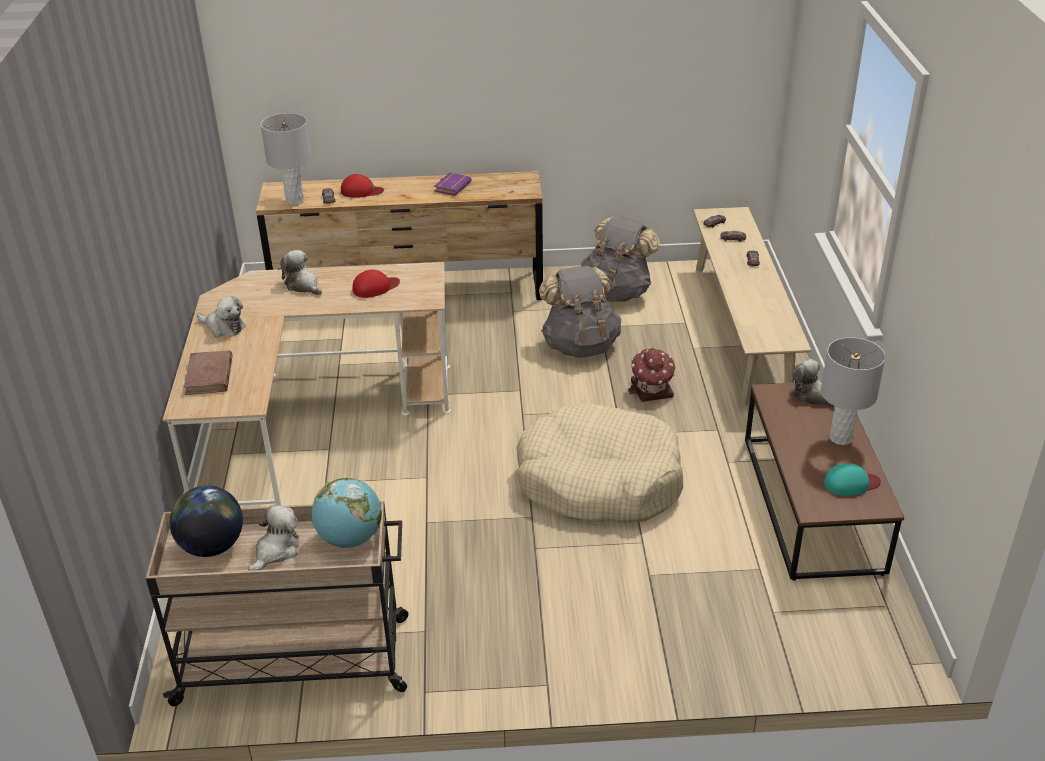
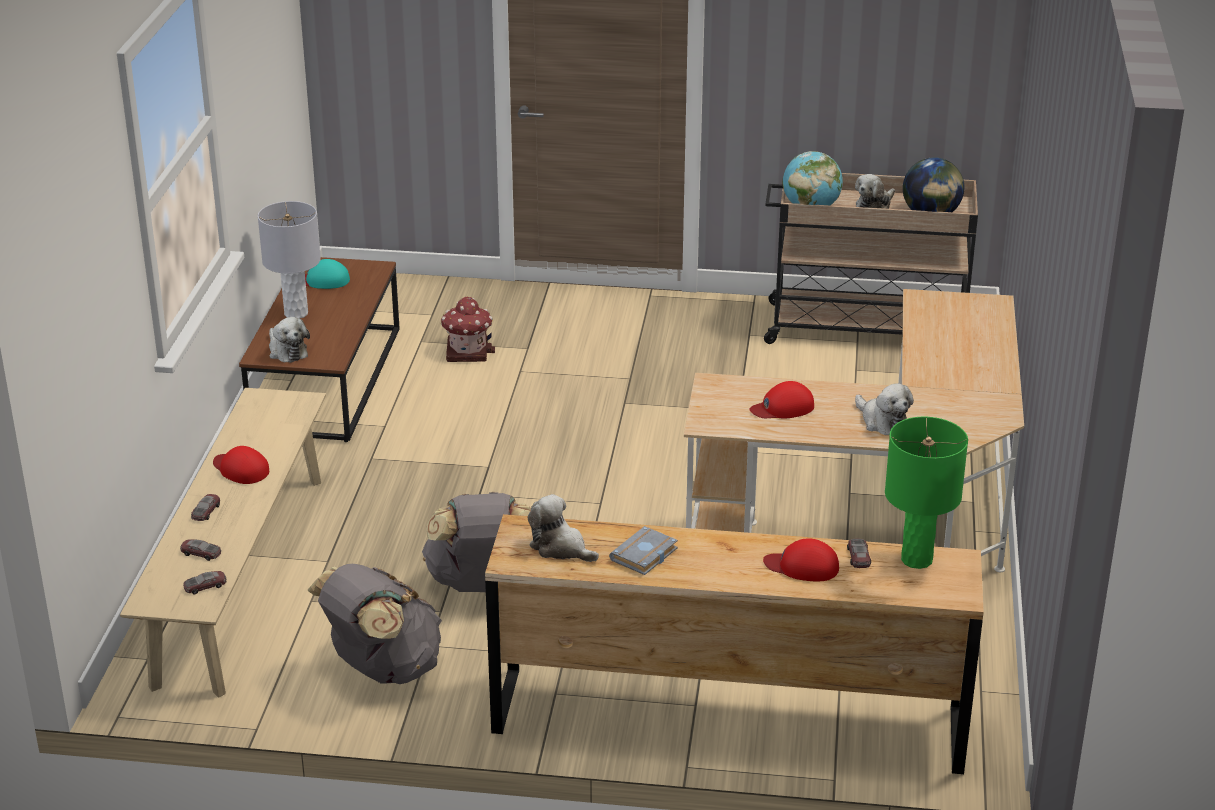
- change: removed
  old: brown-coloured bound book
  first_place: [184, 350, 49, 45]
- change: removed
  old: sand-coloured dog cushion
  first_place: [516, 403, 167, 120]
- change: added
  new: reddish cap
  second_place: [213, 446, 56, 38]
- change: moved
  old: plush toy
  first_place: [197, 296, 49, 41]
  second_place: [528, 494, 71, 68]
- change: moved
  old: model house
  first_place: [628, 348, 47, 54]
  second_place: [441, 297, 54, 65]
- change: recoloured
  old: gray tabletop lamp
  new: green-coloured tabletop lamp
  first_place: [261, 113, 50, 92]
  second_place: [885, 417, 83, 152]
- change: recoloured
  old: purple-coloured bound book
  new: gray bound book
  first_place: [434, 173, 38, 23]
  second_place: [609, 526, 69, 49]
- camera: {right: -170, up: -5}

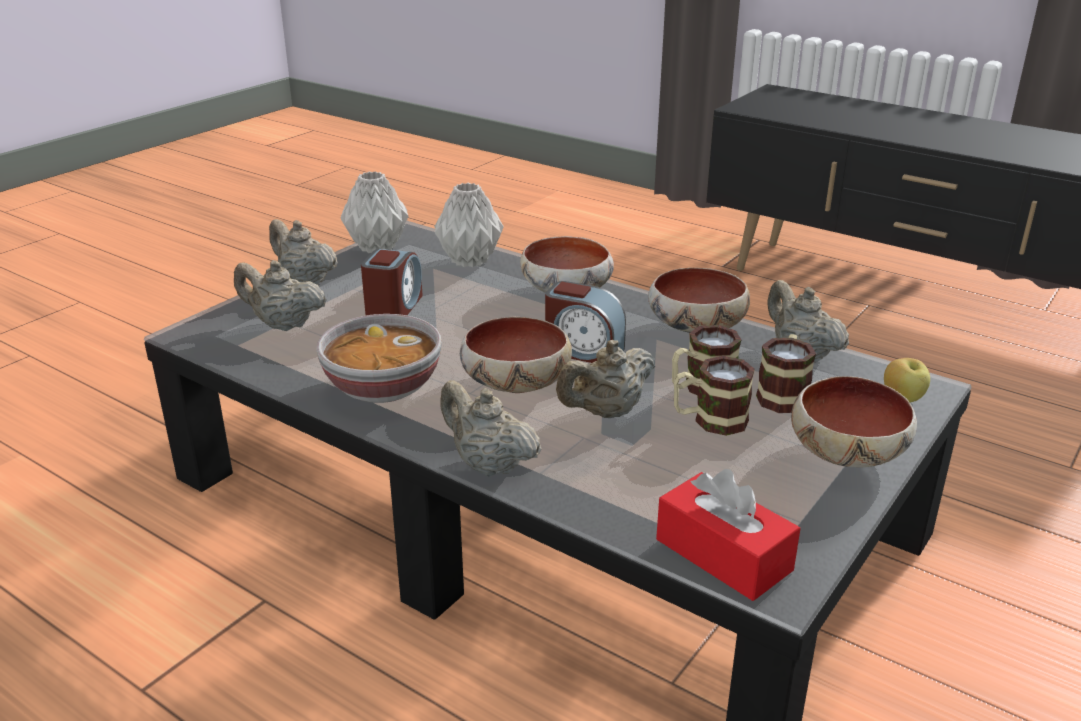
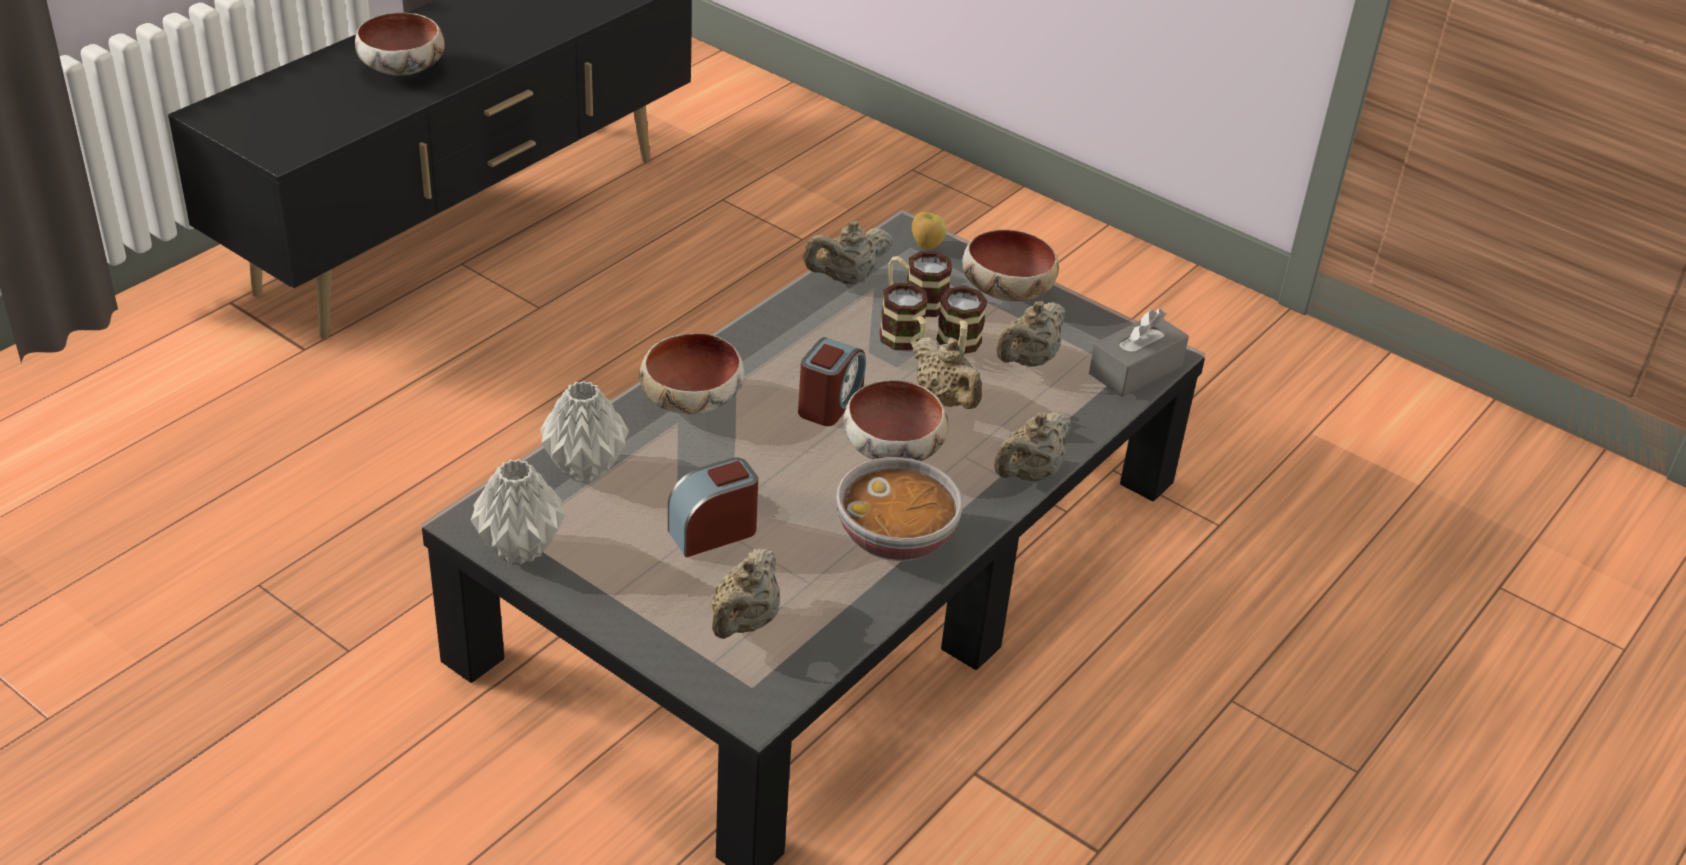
- change: moved
  old: sand-coloured teapot
  first_place: [269, 219, 69, 65]
  second_place: [996, 301, 69, 66]
- change: moved
  old: deep dish
  first_place: [648, 268, 102, 65]
  second_place: [355, 12, 90, 64]
- change: recoloured
  old: reddish tissue box
  new: gray tissue box
  first_place: [656, 469, 144, 132]
  second_place: [1089, 309, 100, 88]
- change: turned
  old: alarm clock
  first_place: [361, 249, 62, 66]
  second_place: [668, 457, 90, 100]
  degrees: -45
- camera: {right: -90, up: 10}

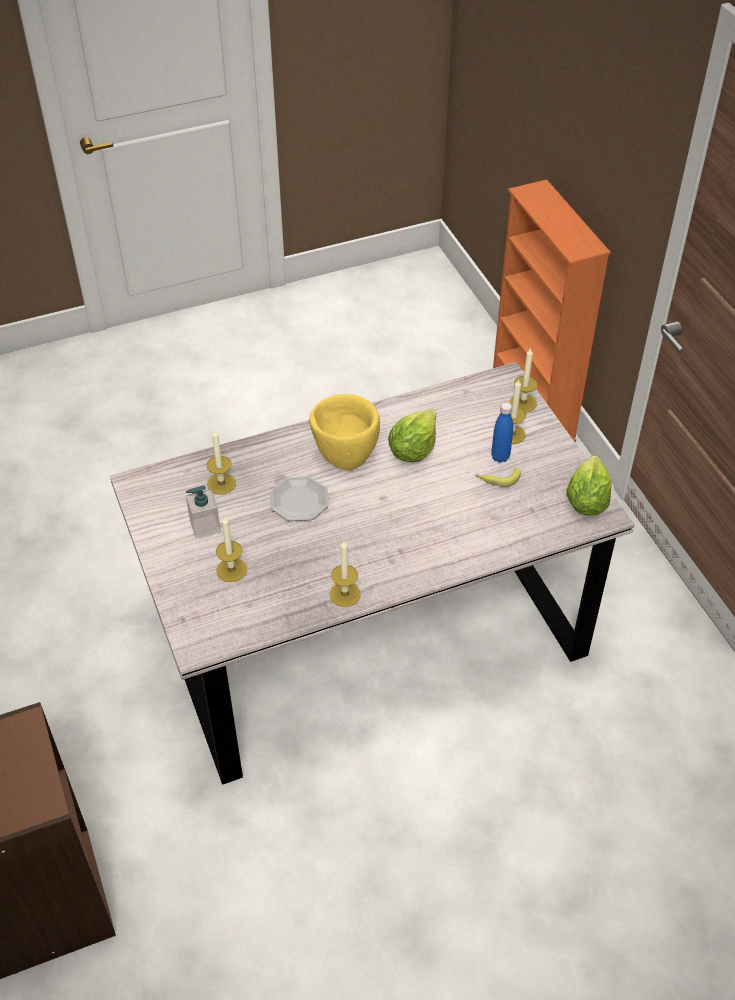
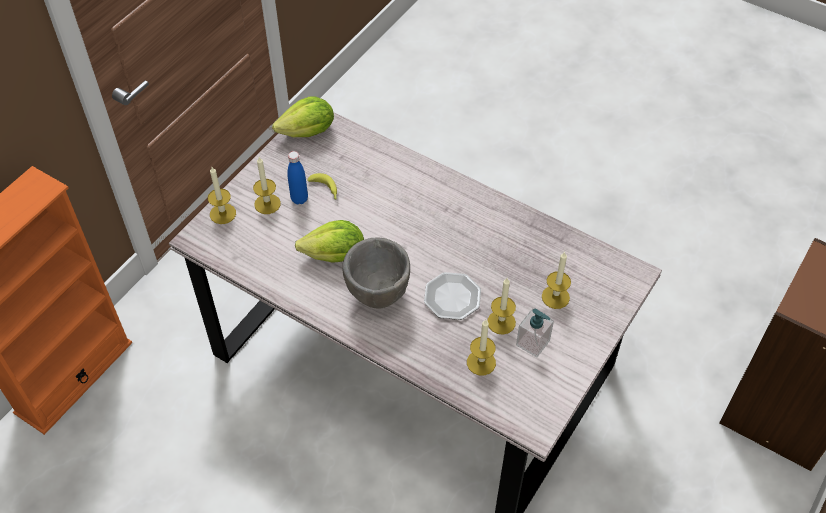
- change: moved
  old: wax candle
  first_place: [330, 541, 30, 66]
  second_place: [487, 278, 29, 57]
- change: recoloured
  old: yellow-coloured deep dish
  new: gray deep dish
  first_place: [309, 394, 71, 76]
  second_place: [342, 237, 68, 71]
- camera: {right: -125, up: 5}

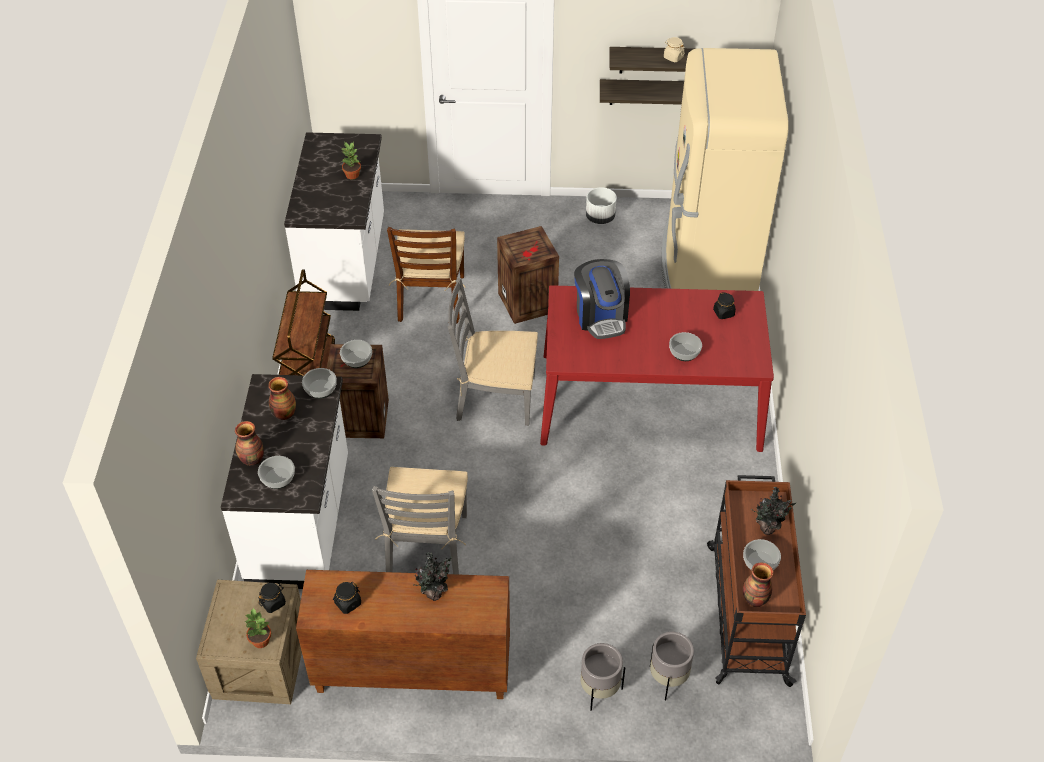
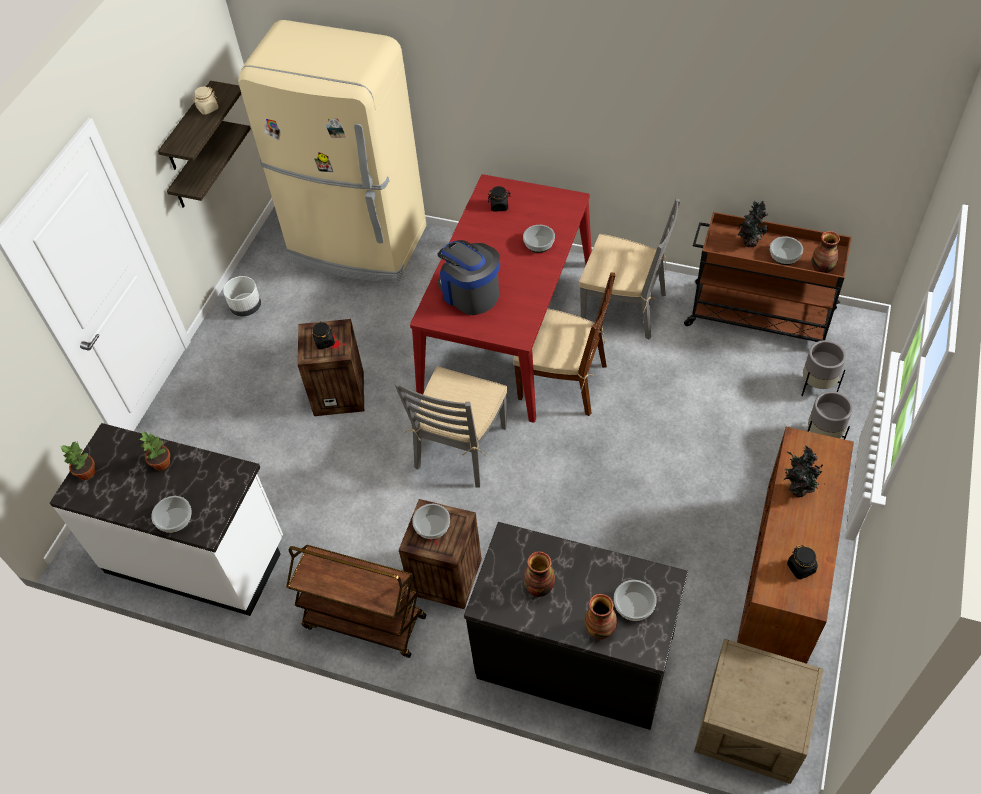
- change: moved
  old: plant in a pot
  first_place: [245, 608, 26, 40]
  second_place: [60, 442, 35, 38]
- change: moved
  old: blackish jar
  first_place: [258, 583, 28, 30]
  second_place: [313, 322, 22, 28]
- change: moved
  old: deep dish
  first_place: [302, 368, 35, 31]
  second_place: [151, 496, 41, 37]
- change: moved
  old: gray upright chair
  first_place: [372, 467, 96, 108]
  second_place: [579, 199, 101, 141]
- change: moved
  old: brown-coloured upright chair
  first_place: [387, 227, 79, 97]
  second_place: [513, 273, 102, 143]
- change: recoloured
  old: white-coloured kitchen base unit
  new: blackish kitchen base unit
  first_place: [221, 374, 127, 215]
  second_place: [464, 522, 224, 208]
- change: turned
  old: coffee maker
  first_place: [574, 259, 56, 80]
  second_place: [437, 240, 63, 75]
  degrees: -135
- camera: {right: -70, up: 5}

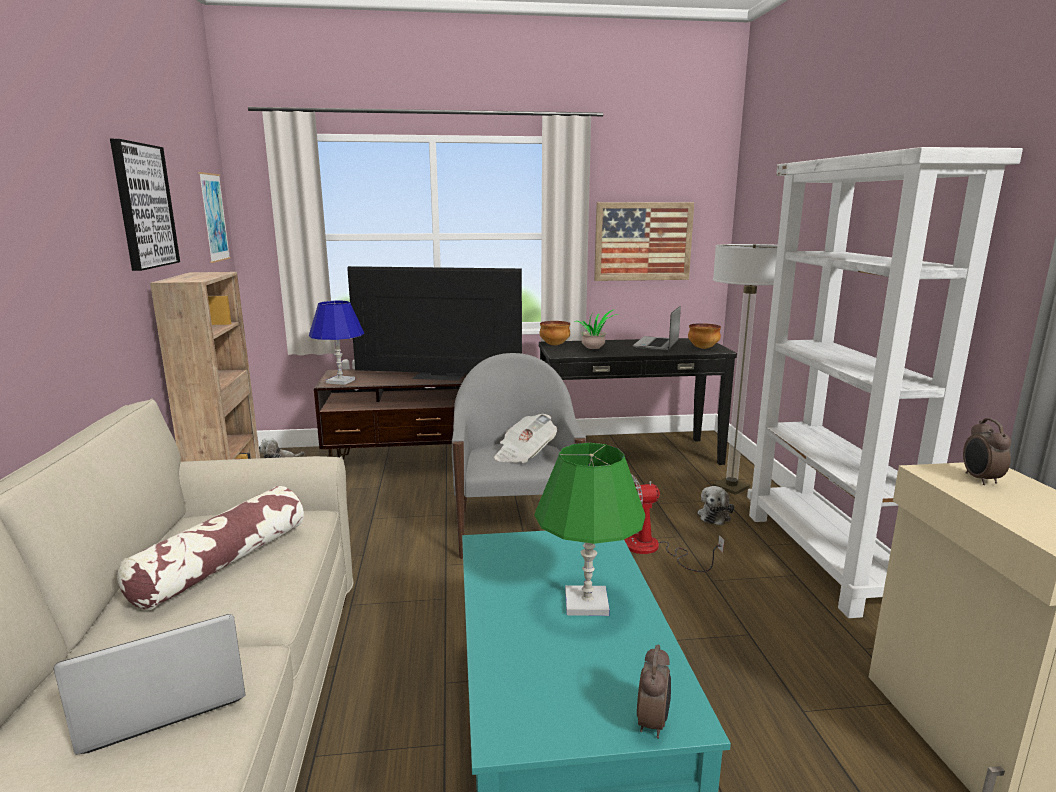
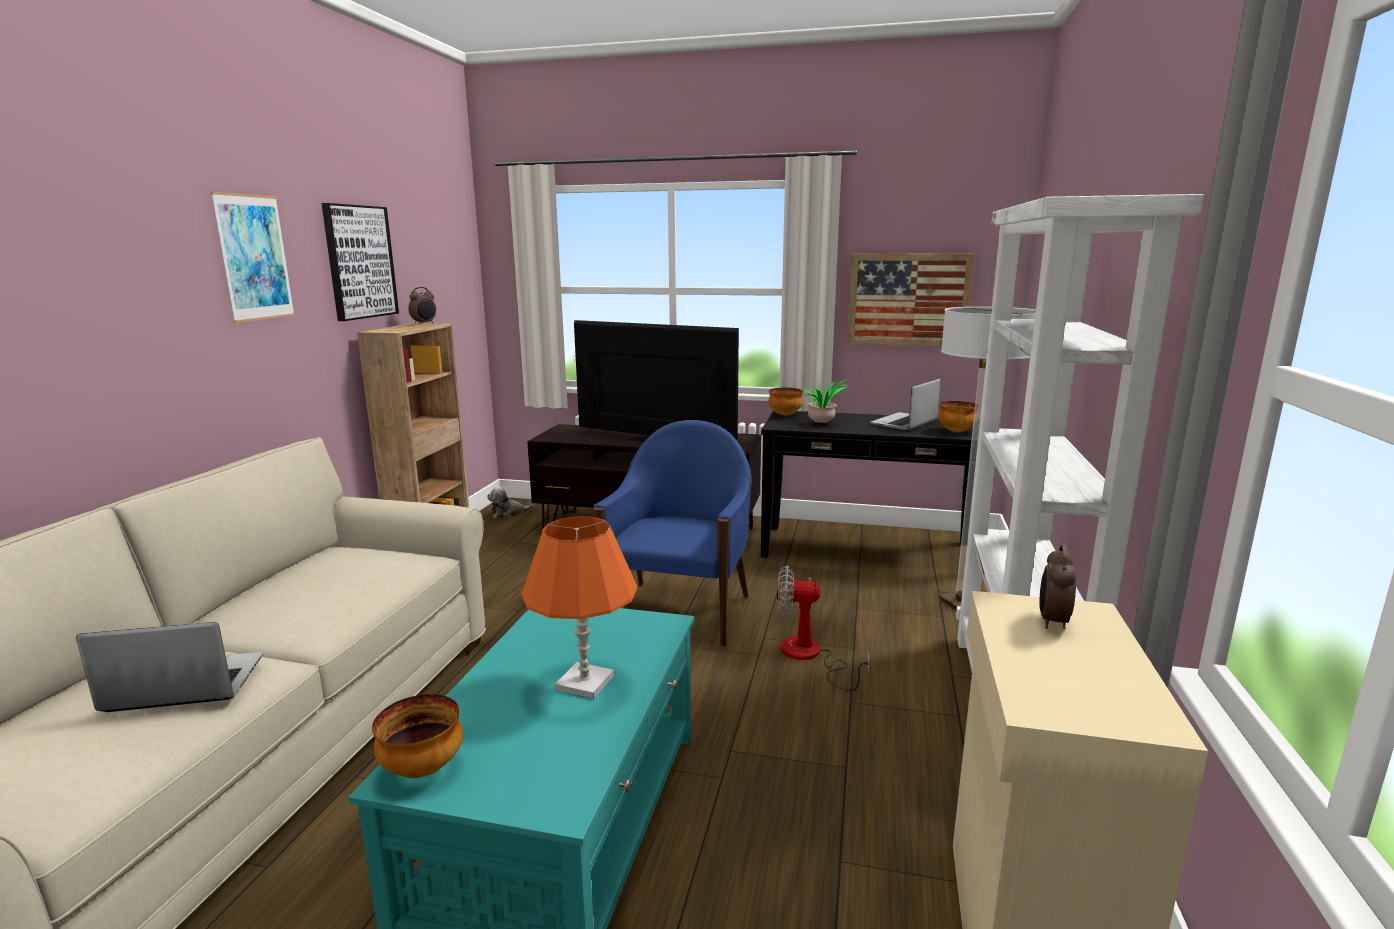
- change: removed
  old: cushion
  first_place: [117, 486, 187, 124]
- change: removed
  old: bluish tabletop lamp
  first_place: [309, 301, 55, 84]
- change: removed
  old: daily paper
  first_place: [494, 414, 63, 49]
- change: removed
  old: plush toy
  first_place: [698, 486, 36, 40]
- change: added
  new: deep dish
  second_place: [372, 694, 91, 84]
- change: moved
  old: wall picture
  first_place: [198, 172, 33, 91]
  second_place: [210, 192, 85, 131]
- change: moved
  old: alarm clock
  first_place: [637, 645, 34, 94]
  second_place: [408, 287, 28, 37]
- change: recoloured
  old: gray armchair
  new: bluish armchair
  first_place: [452, 353, 134, 206]
  second_place: [593, 420, 159, 227]
- change: recoloured
  old: green-coloured tabletop lamp
  new: orange tabletop lamp
  first_place: [534, 443, 111, 173]
  second_place: [522, 516, 115, 183]
- camera: {right: 20, up: 0}

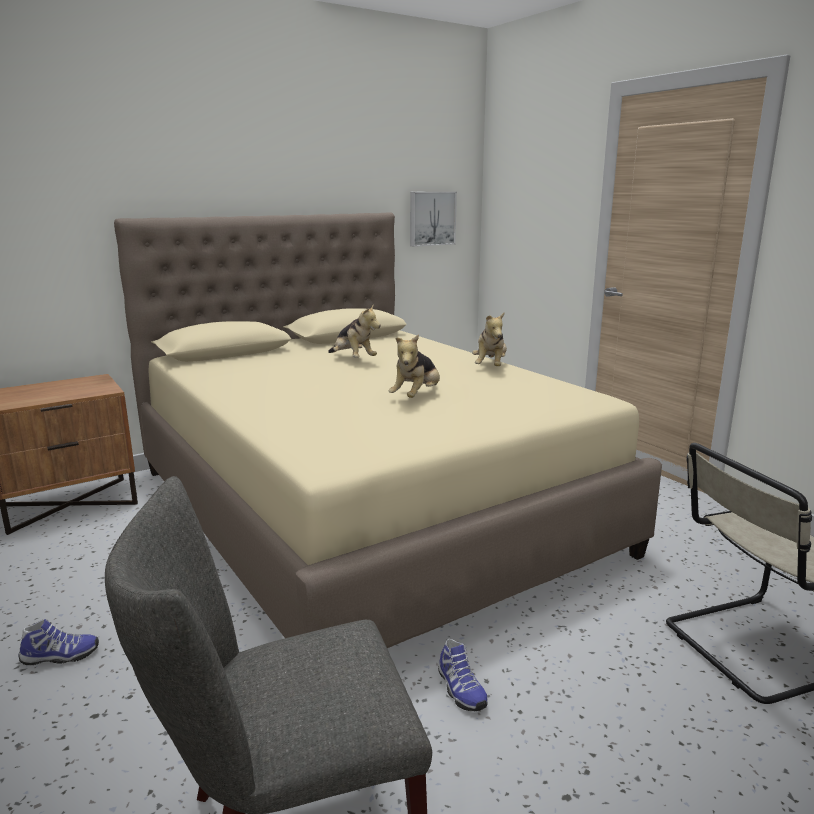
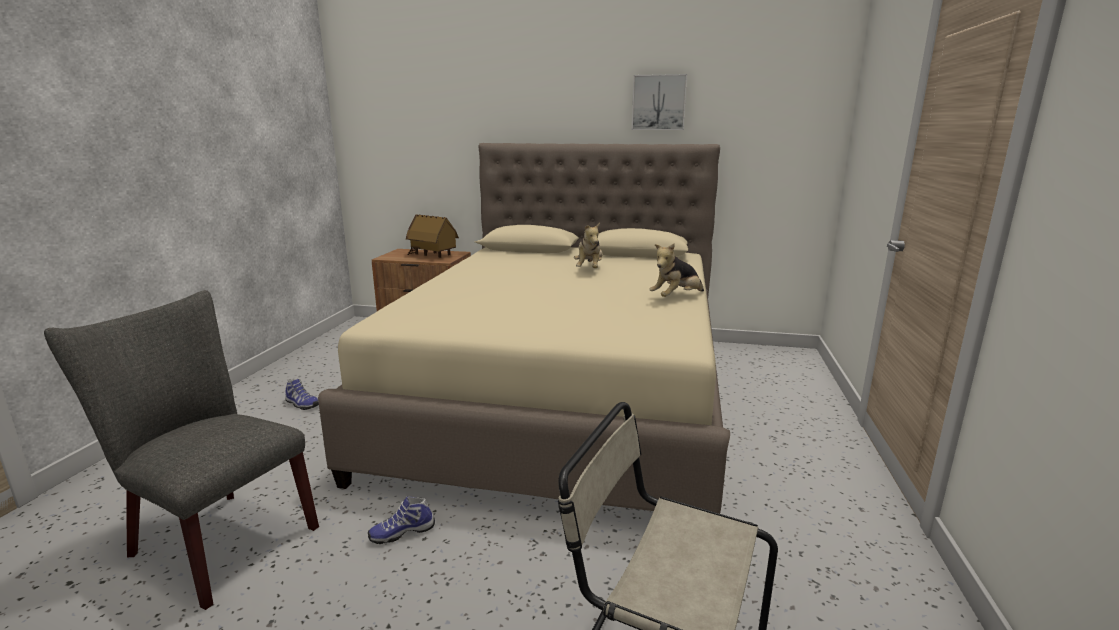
- change: removed
  old: plush toy
  first_place: [388, 334, 52, 64]
- change: added
  new: model house
  second_place: [406, 214, 53, 44]
- change: moved
  old: wall picture
  first_place: [410, 192, 47, 55]
  second_place: [632, 74, 55, 56]
- change: turned
  old: item of footwear
  first_place: [438, 639, 50, 72]
  second_place: [368, 496, 67, 48]
  degrees: 45
- camera: {right: 45, up: 0}

